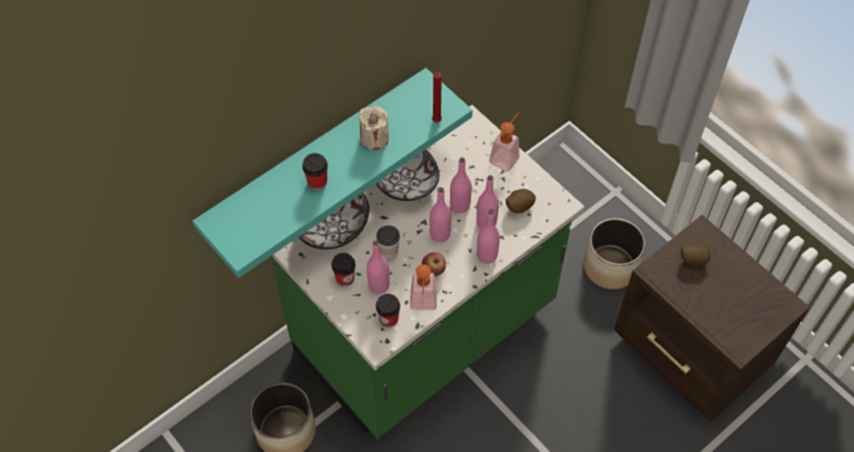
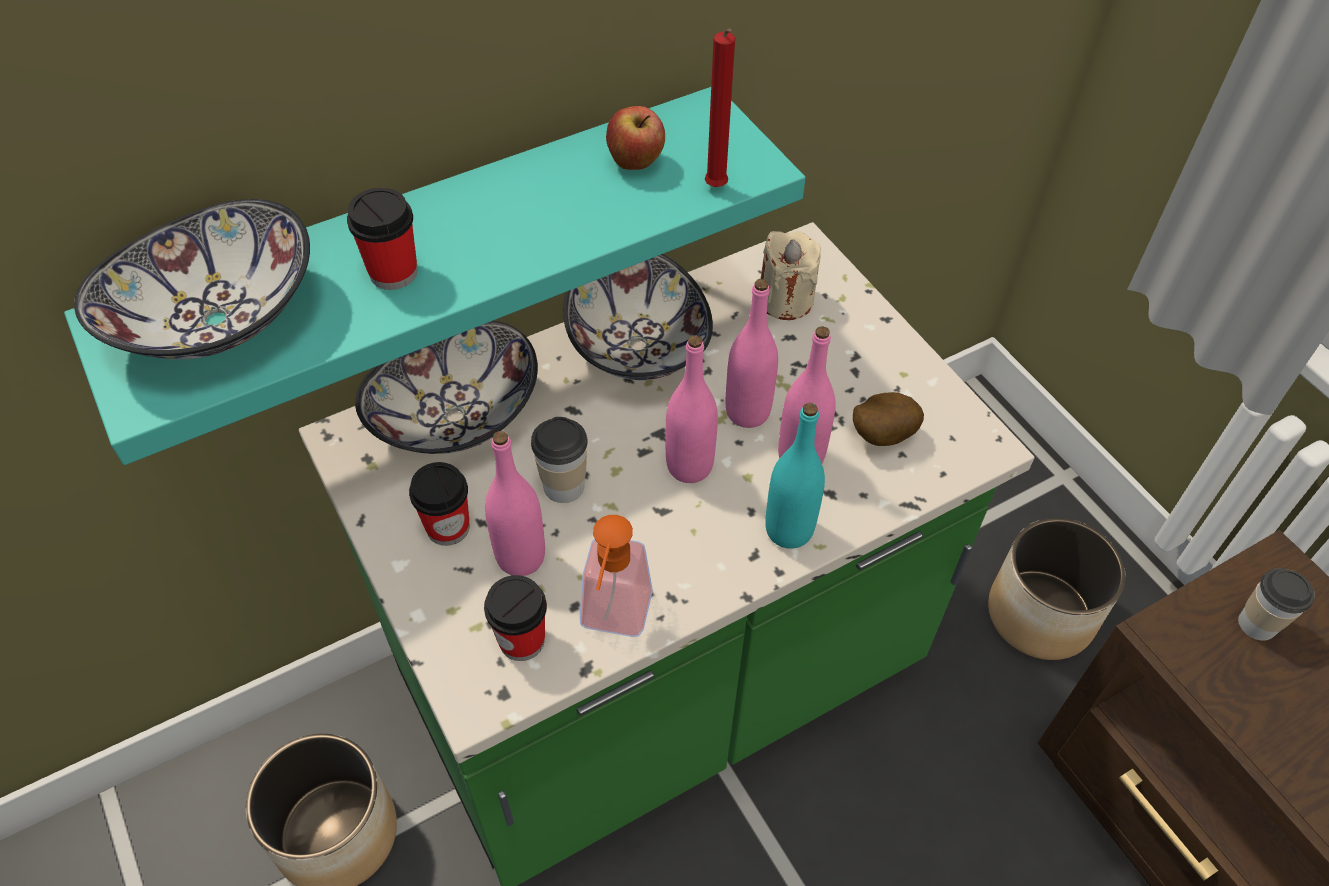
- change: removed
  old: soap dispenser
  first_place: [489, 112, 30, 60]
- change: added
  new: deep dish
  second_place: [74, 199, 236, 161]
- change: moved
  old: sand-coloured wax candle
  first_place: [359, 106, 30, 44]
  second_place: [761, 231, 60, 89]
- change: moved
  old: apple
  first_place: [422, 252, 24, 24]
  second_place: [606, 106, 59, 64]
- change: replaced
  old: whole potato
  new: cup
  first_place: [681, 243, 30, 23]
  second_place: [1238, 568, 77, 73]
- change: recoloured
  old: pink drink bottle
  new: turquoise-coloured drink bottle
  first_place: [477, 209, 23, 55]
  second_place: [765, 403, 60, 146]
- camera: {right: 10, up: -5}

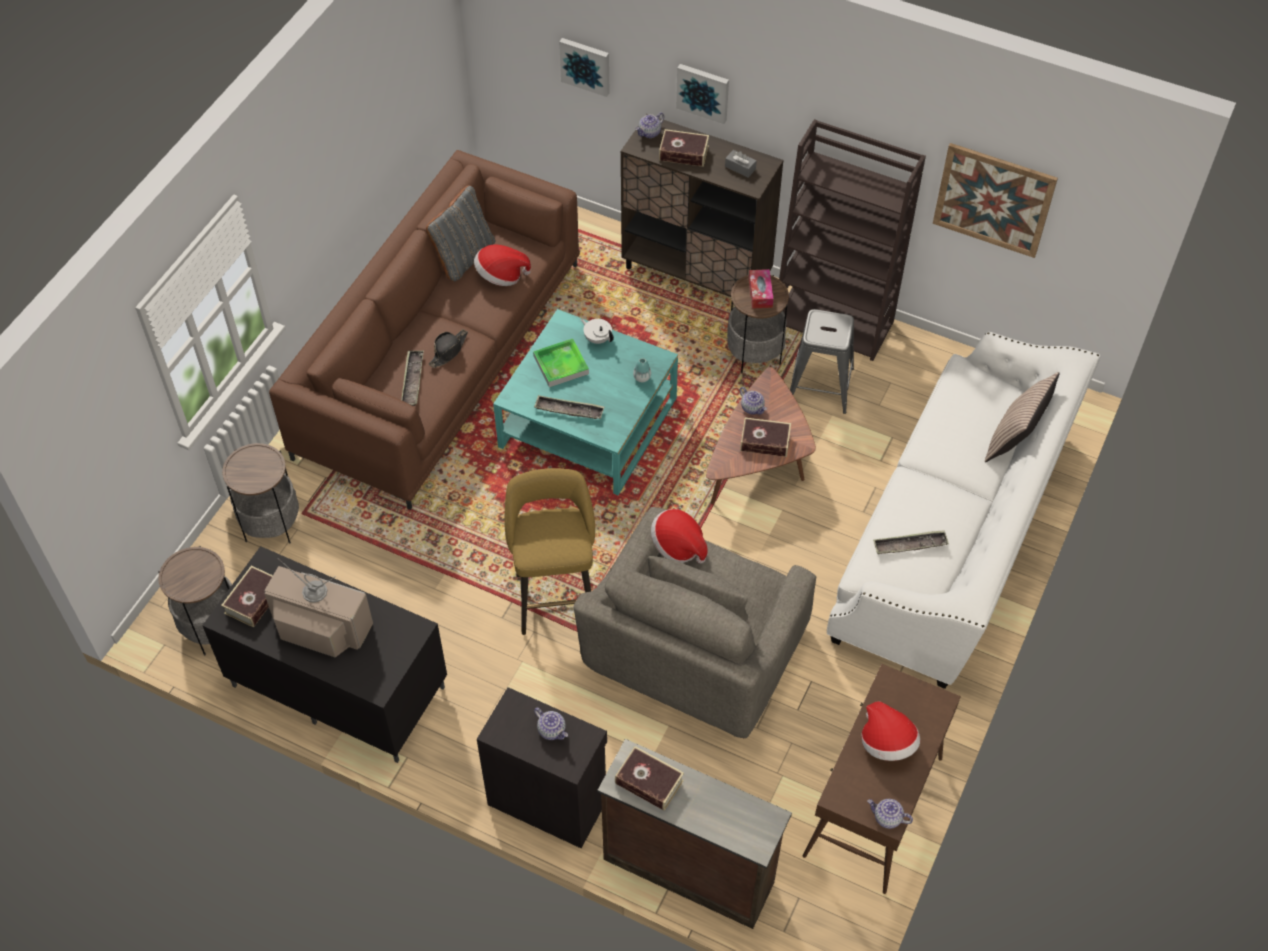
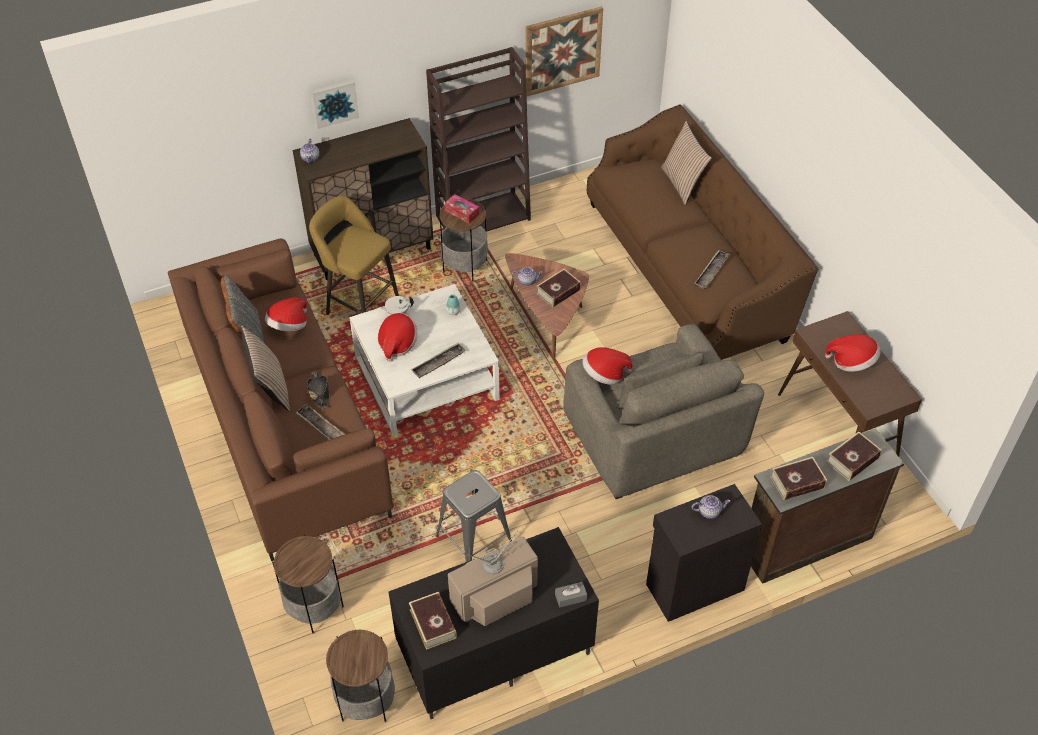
- change: removed
  old: wall picture
  first_place: [559, 38, 51, 59]
- change: removed
  old: teapot
  first_place: [867, 799, 46, 30]
- change: added
  new: cushion
  second_place: [241, 325, 49, 86]
- change: moved
  old: yellow-coloured sitting stool
  first_place: [504, 468, 91, 167]
  second_place: [309, 196, 90, 119]
- change: moved
  old: bound book
  first_place: [659, 129, 50, 38]
  second_place: [826, 432, 56, 49]
- change: moved
  old: gray tissue box
  first_place: [725, 150, 32, 28]
  second_place: [555, 582, 32, 26]
- change: moved
  old: gray sitting stool
  first_place: [790, 309, 64, 105]
  second_place: [436, 470, 76, 92]
- change: replaced
  old: serving tray
  new: hat
  first_place: [533, 339, 56, 48]
  second_place: [378, 313, 40, 49]
- change: recoloured
  old: turquoise-coloured coffee table
  new: white-coloured coffee table
  first_place: [493, 309, 185, 186]
  second_place: [349, 284, 151, 152]
- change: recoloured
  old: white-coloured sofa
  new: brown-coloured sofa
  first_place: [827, 332, 273, 357]
  second_place: [587, 105, 231, 255]
- camera: {right: -50, up: -5}

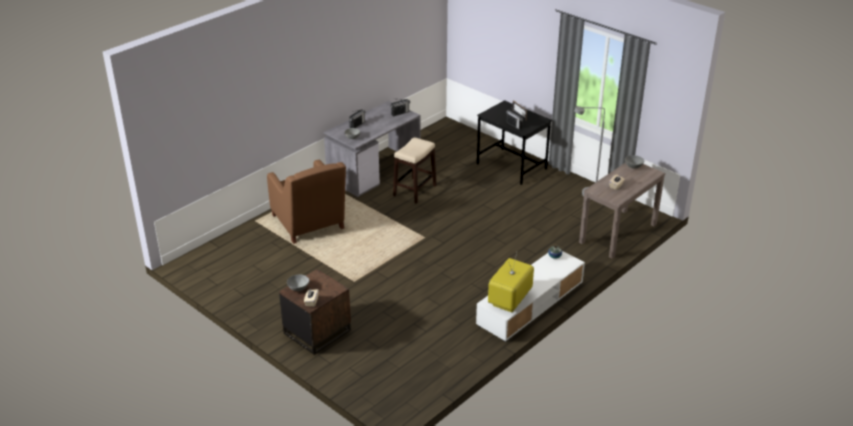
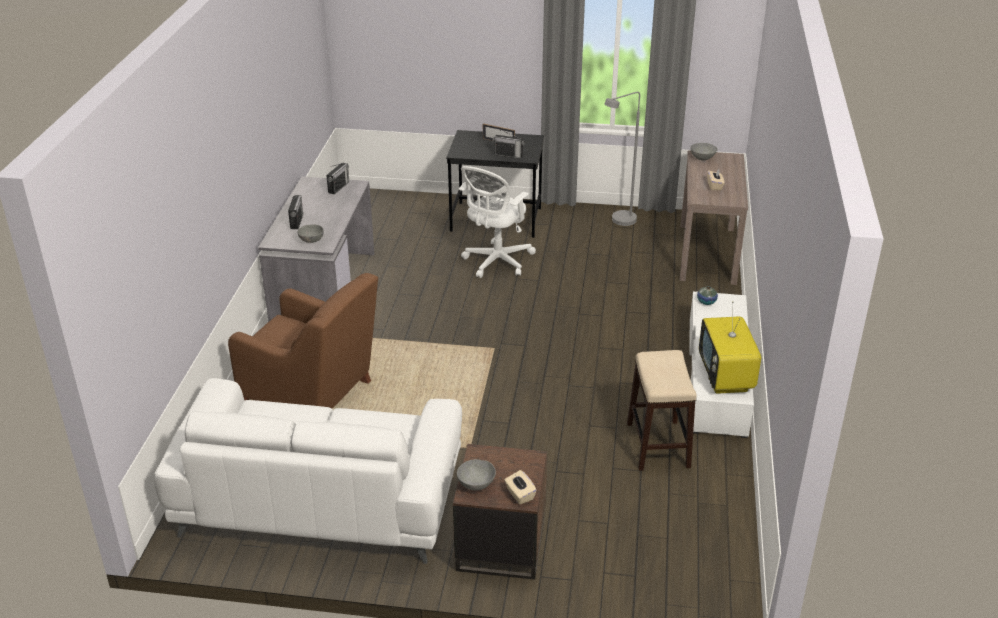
- change: added
  new: white-coloured sofa
  second_place: [153, 378, 309, 186]
- change: added
  new: white-coloured desk chair
  second_place: [459, 166, 77, 112]
- change: moved
  old: sitting stool
  first_place: [393, 138, 44, 66]
  second_place: [627, 350, 70, 121]
- camera: {right: -35, up: 0}

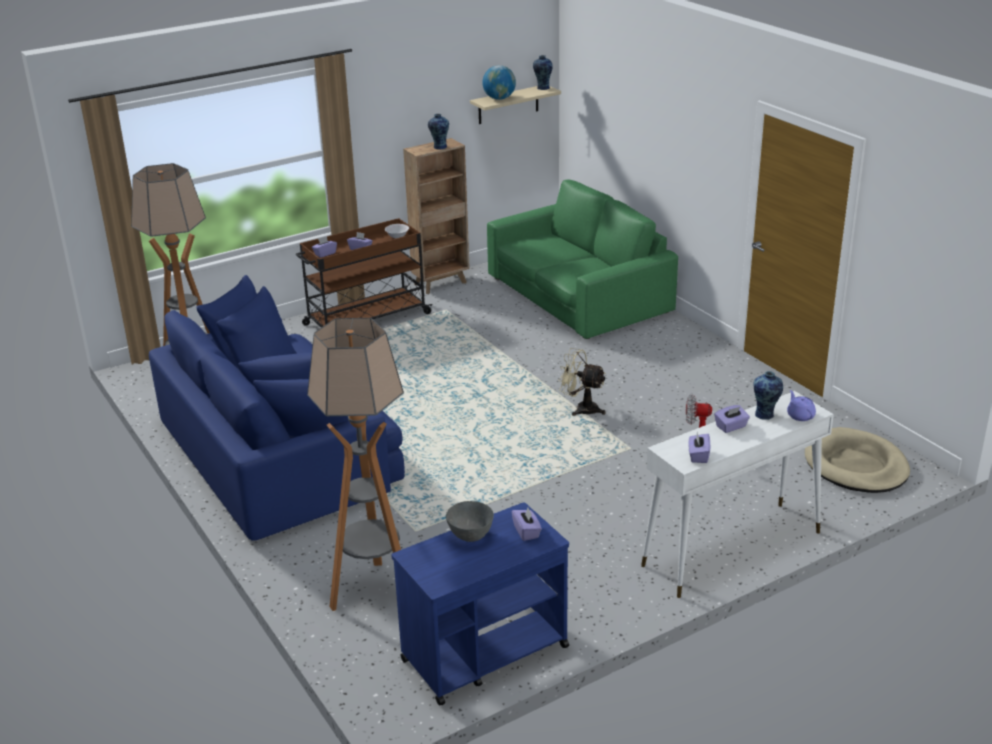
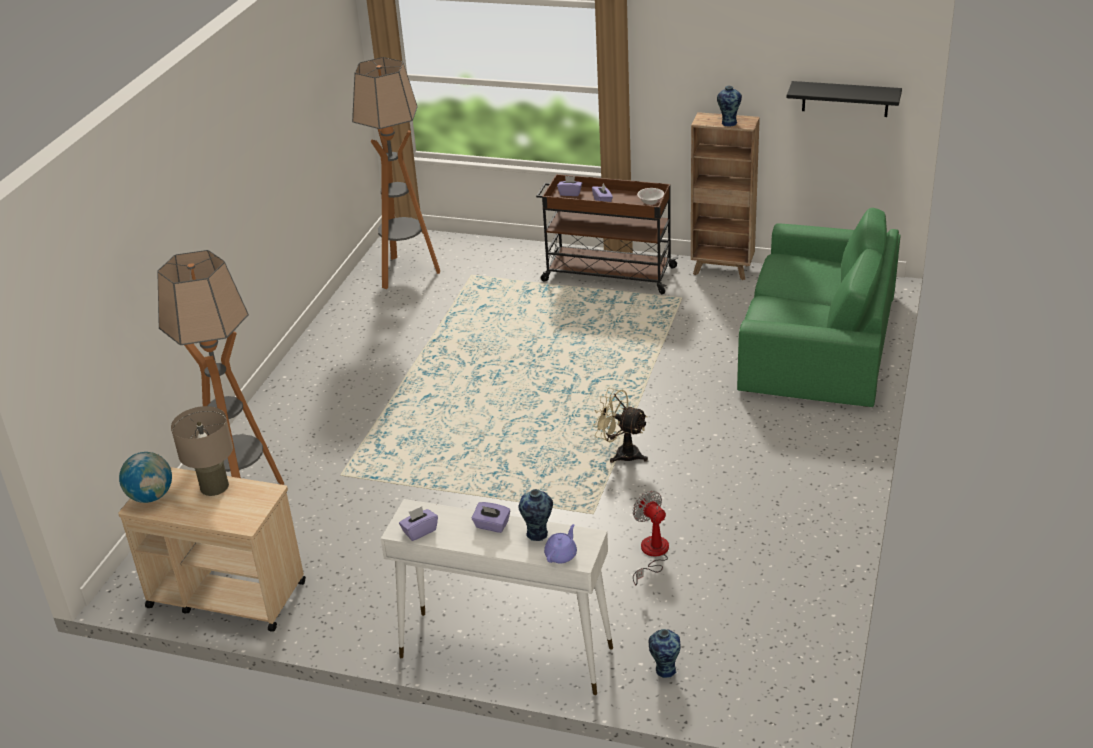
- change: removed
  old: bluish sofa
  first_place: [149, 275, 256, 266]
- change: removed
  old: purple-coloured tissue box
  first_place: [512, 508, 30, 33]
- change: removed
  old: sand-coloured dog cushion
  first_place: [805, 427, 105, 66]
- change: moved
  old: world globe
  first_place: [482, 65, 34, 35]
  second_place: [119, 452, 53, 51]
- change: moved
  old: flower vase
  first_place: [533, 55, 20, 35]
  second_place: [649, 629, 31, 49]
- change: replaced
  old: gray deep dish
  new: sand-coloured tabletop lamp
  first_place: [446, 501, 48, 41]
  second_place: [171, 406, 62, 90]
- change: recoloured
  old: bluish trolley
  new: sand-coloured trolley
  first_place: [391, 502, 178, 203]
  second_place: [118, 467, 188, 165]
- change: recoloured
  old: sand-coloured bracket shelf
  new: blackish bracket shelf
  first_place: [470, 86, 91, 38]
  second_place: [787, 81, 115, 36]
- change: turned
  old: sand-coloured electric fan
  first_place: [558, 348, 48, 68]
  second_place: [593, 388, 55, 75]
  degrees: -45
- camera: {right: 50, up: 5}

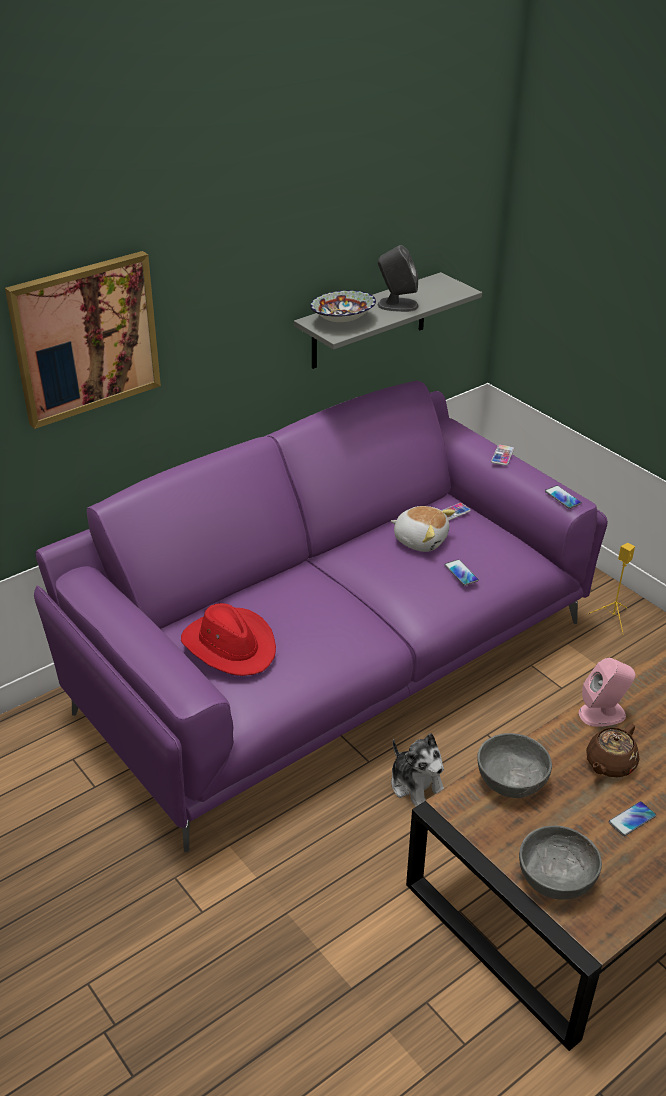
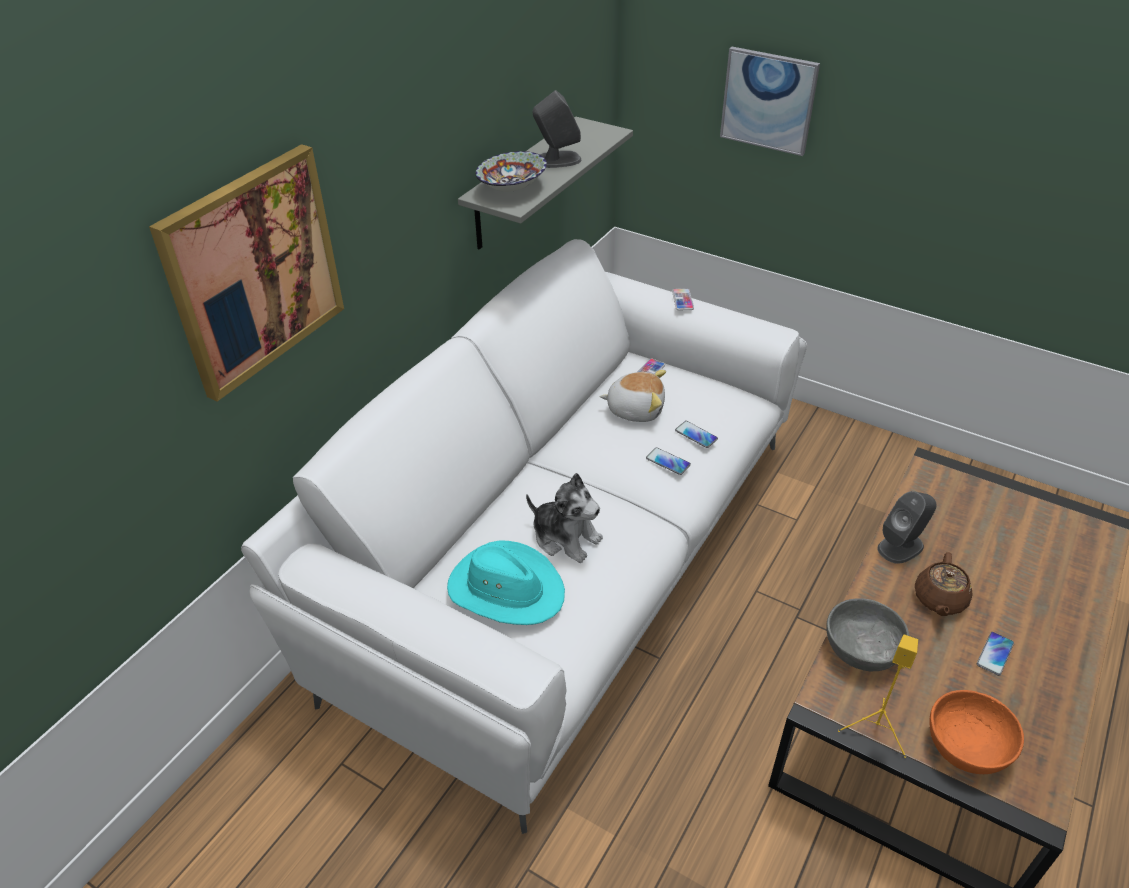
- change: added
  new: wall picture
  second_place: [720, 47, 100, 109]
- change: moved
  old: plush toy
  first_place: [391, 733, 53, 74]
  second_place: [526, 473, 77, 90]
- change: moved
  old: telephone
  first_place: [545, 485, 37, 24]
  second_place: [646, 447, 45, 28]
- change: moved
  old: yellow-coloured loudspeaker
  first_place: [588, 543, 47, 92]
  second_place: [838, 634, 80, 124]
- change: recoloured
  old: purple-coloured sofa
  new: white-coloured sofa
  first_place: [34, 381, 574, 471]
  second_place: [241, 239, 566, 595]
- change: recoloured
  old: reddish hat
  new: turquoise-coloured hat
  first_place: [181, 603, 95, 73]
  second_place: [447, 540, 118, 85]
- change: recoloured
  old: gray deep dish
  new: orange deep dish
  first_place: [519, 826, 83, 74]
  second_place: [929, 690, 95, 84]
- change: recoloured
  old: pink loudspeaker
  new: gray loudspeaker
  first_place: [579, 658, 57, 69]
  second_place: [877, 491, 59, 73]
- camera: {right: -20, up: 5}

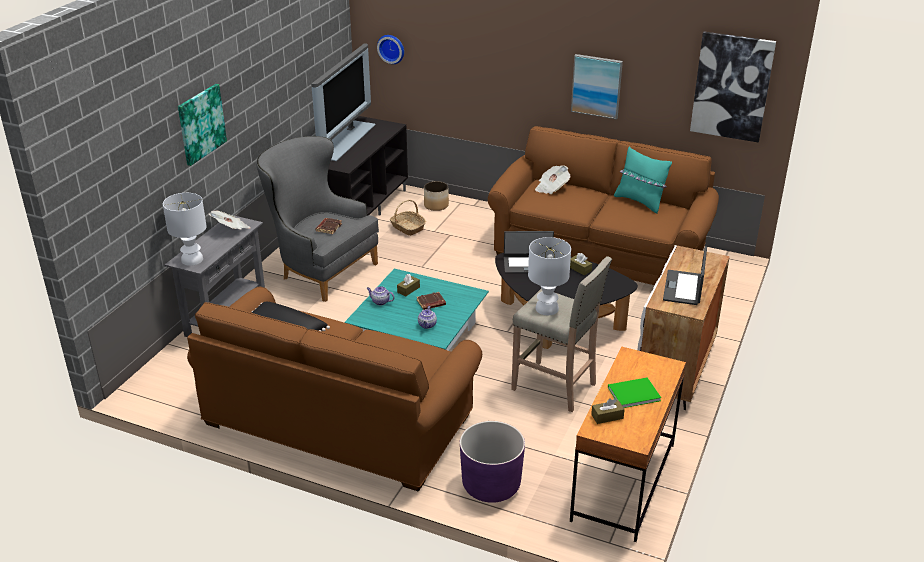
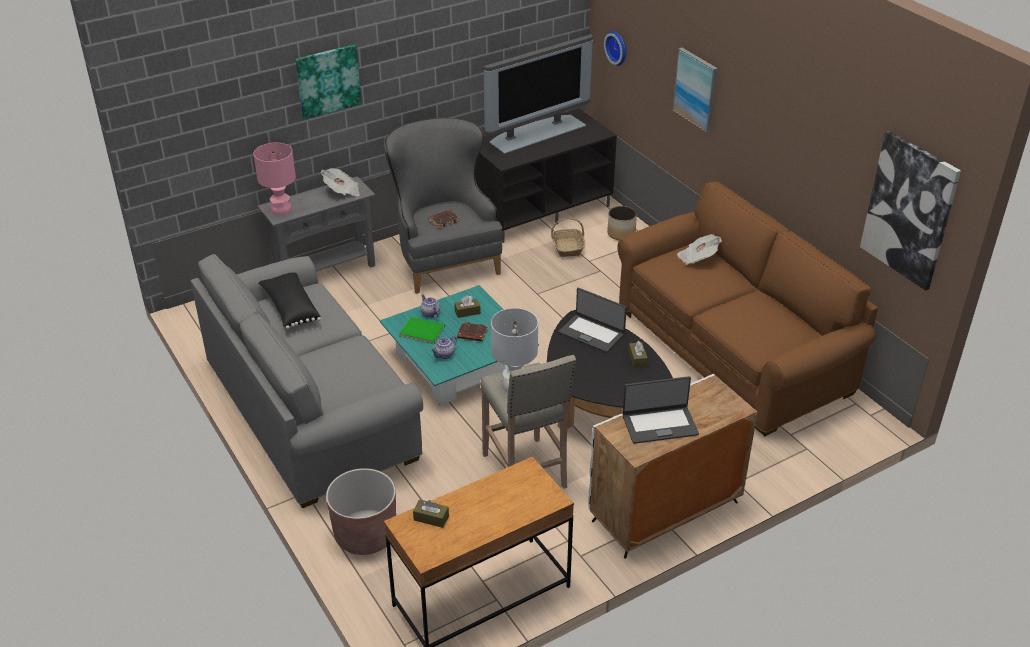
- change: removed
  old: turquoise-coloured cushion
  first_place: [614, 146, 58, 68]
- change: moved
  old: wall picture
  first_place: [571, 54, 52, 65]
  second_place: [673, 48, 45, 85]
- change: moved
  old: green-coloured bound book
  first_place: [608, 377, 53, 31]
  second_place: [399, 317, 46, 27]
- change: recoloured
  old: white-coloured tabletop lamp
  new: pink tabletop lamp
  first_place: [163, 193, 44, 73]
  second_place: [253, 143, 43, 72]
- change: recoloured
  old: brown-coloured sofa
  new: gray sofa
  first_place: [187, 287, 295, 205]
  second_place: [191, 254, 232, 254]
- change: recoloured
  old: purple-coloured flower pot
  new: brown-coloured flower pot
  first_place: [460, 421, 65, 82]
  second_place: [326, 468, 70, 87]
- change: turned
  old: portable computer
  first_place: [663, 246, 44, 59]
  second_place: [622, 376, 77, 68]
  degrees: -150
- camera: {right: 35, up: 5}

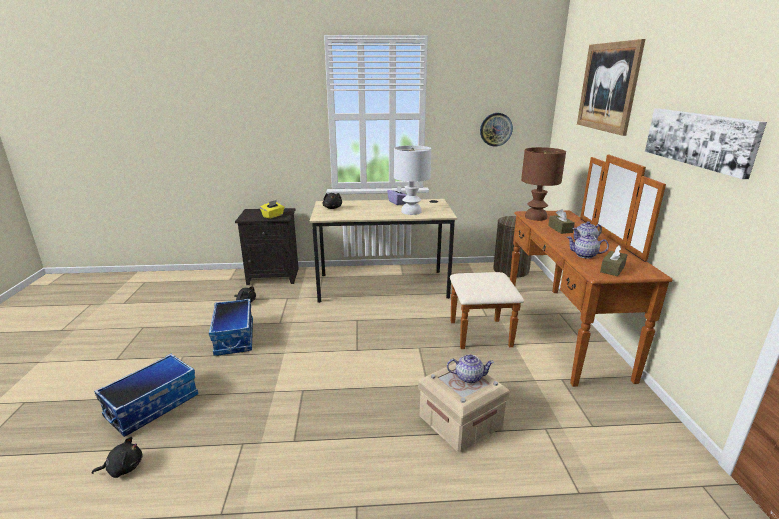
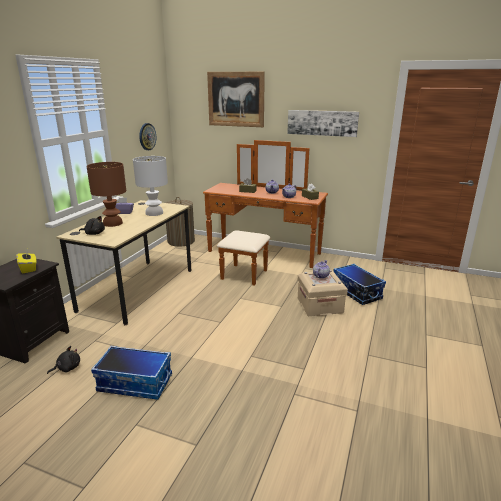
- change: removed
  old: blackish plush toy
  first_place: [92, 436, 51, 42]
- change: moved
  old: storage box
  first_place: [94, 354, 105, 83]
  second_place: [334, 264, 52, 41]
- change: moved
  old: brown-coloured tabletop lamp
  first_place: [521, 147, 45, 74]
  second_place: [86, 162, 40, 65]
- camera: {right: -65, up: 0}

